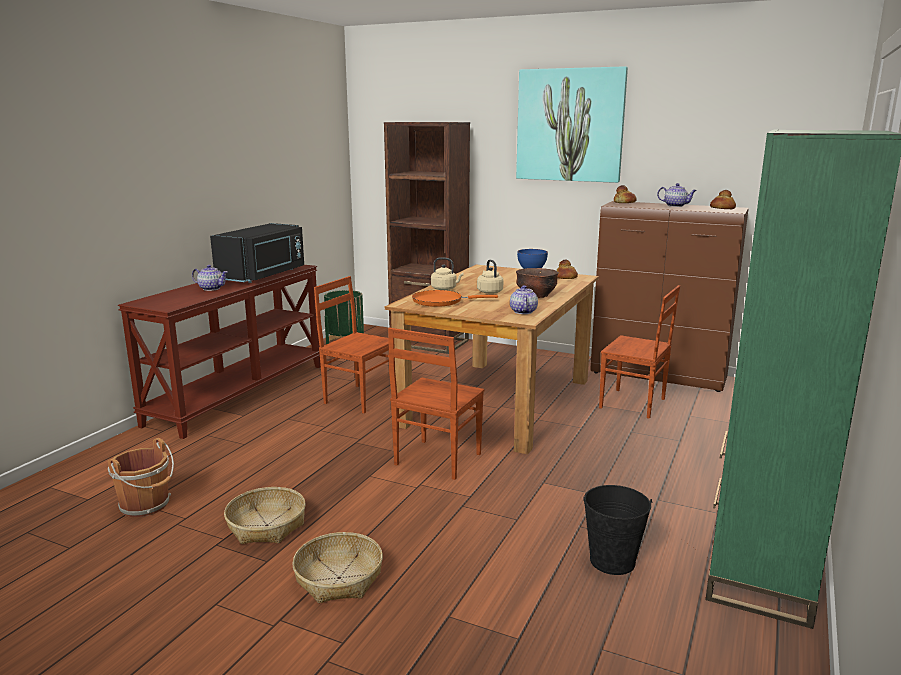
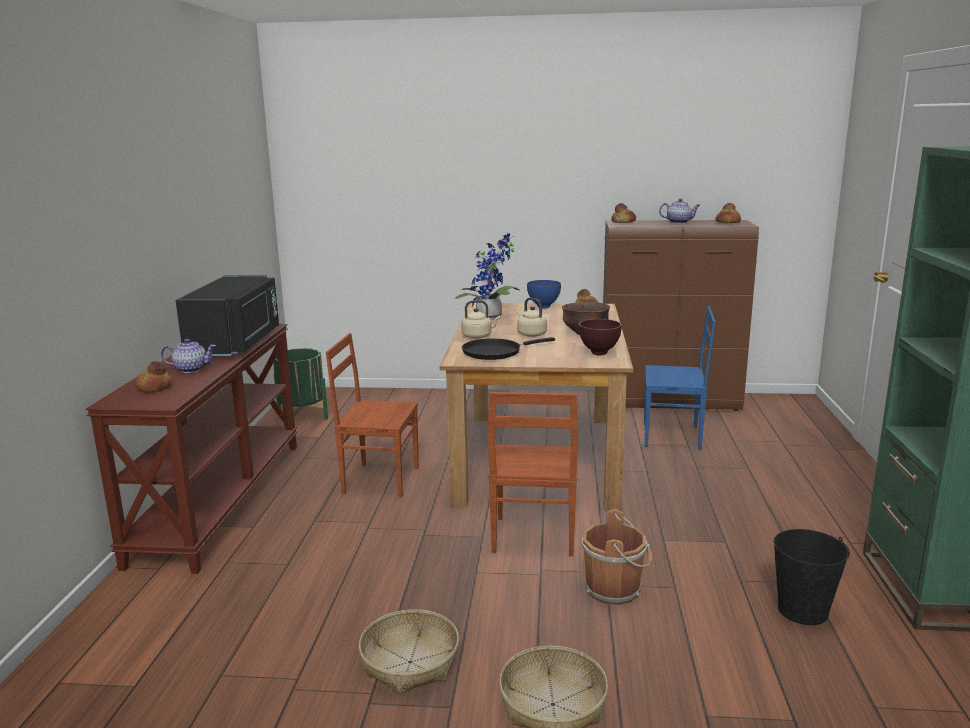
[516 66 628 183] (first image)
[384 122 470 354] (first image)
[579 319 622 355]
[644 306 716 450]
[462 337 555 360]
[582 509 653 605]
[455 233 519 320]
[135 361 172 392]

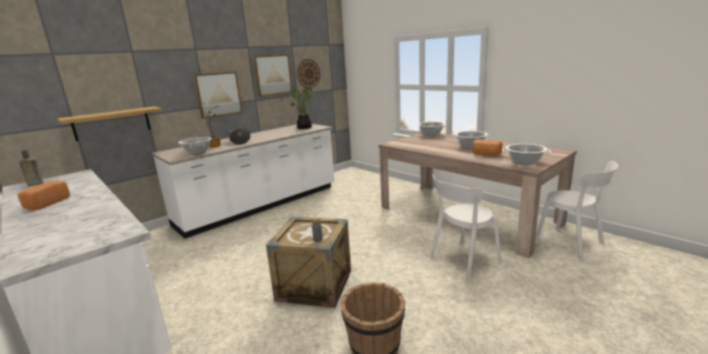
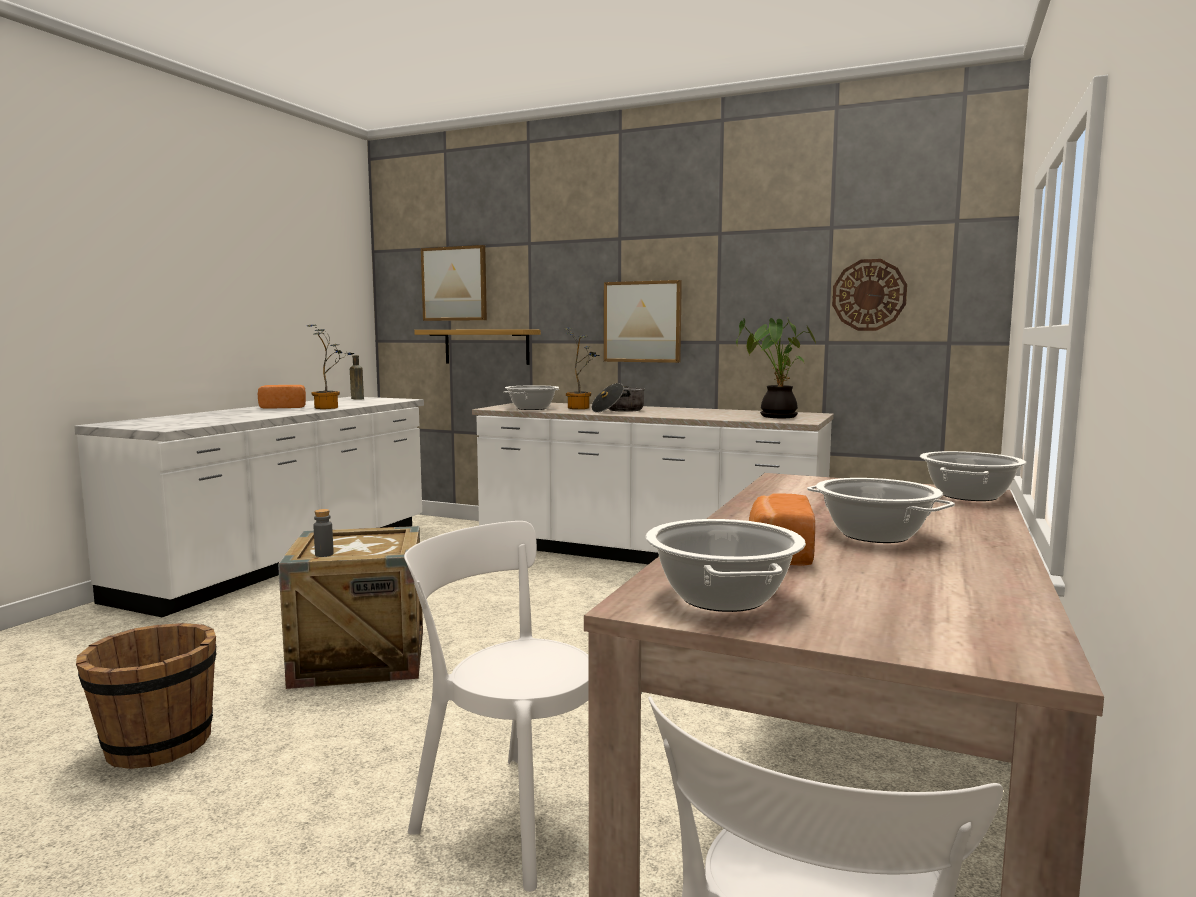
[421 245 487 321]
[307 325 355 409]

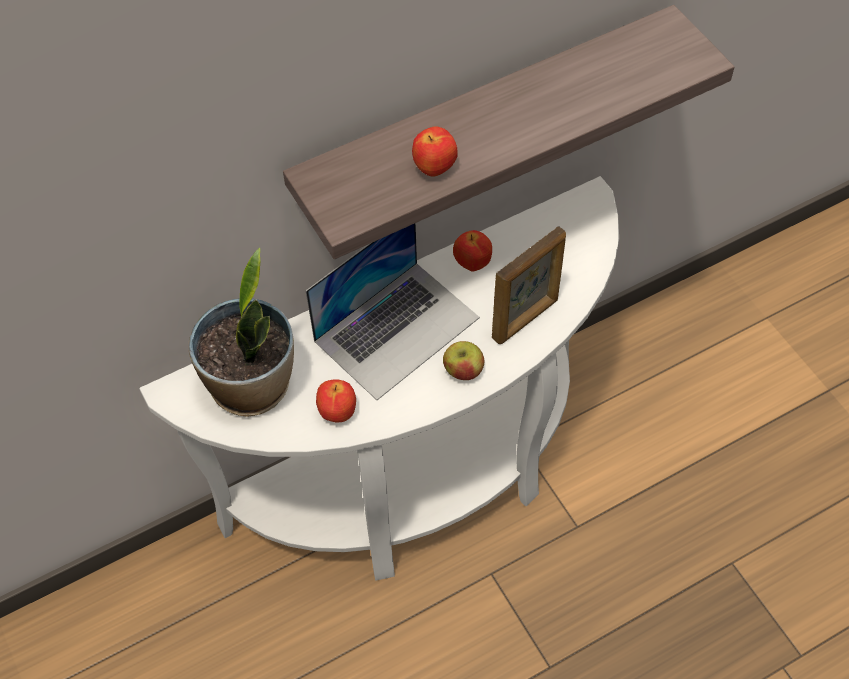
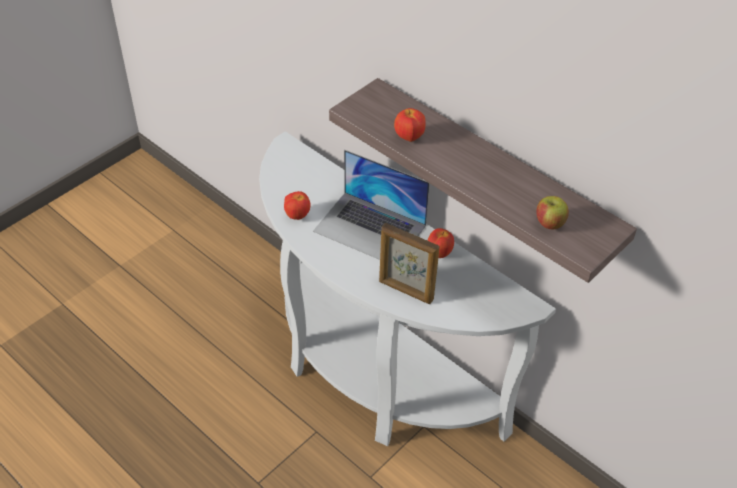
[189 248 294 417] (first image)
[536 196 569 230]

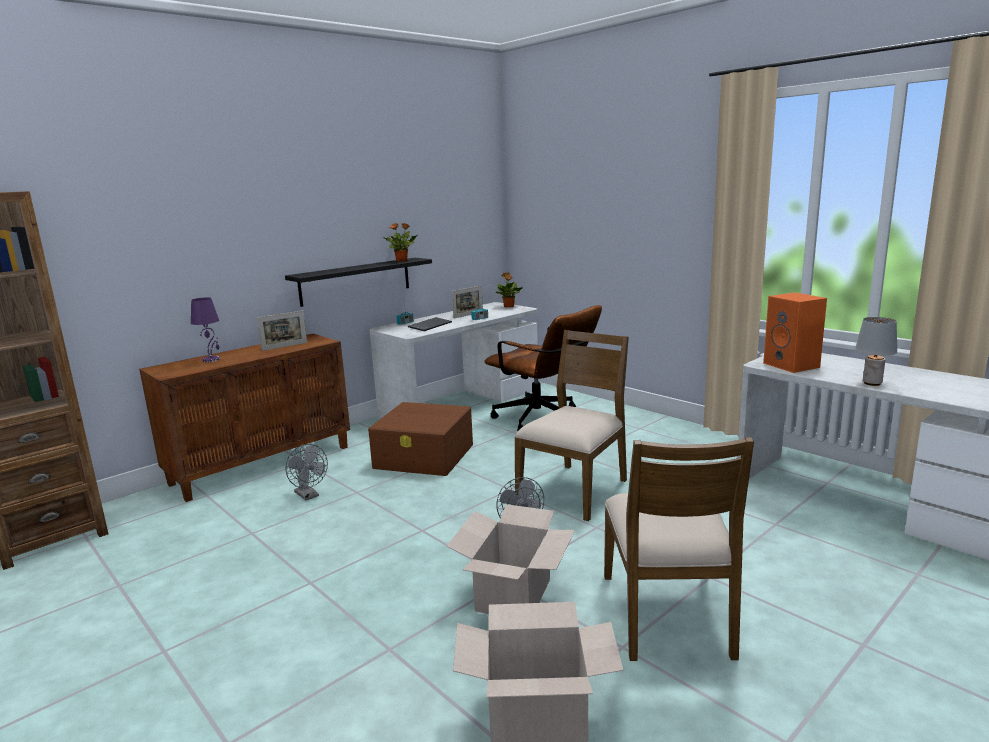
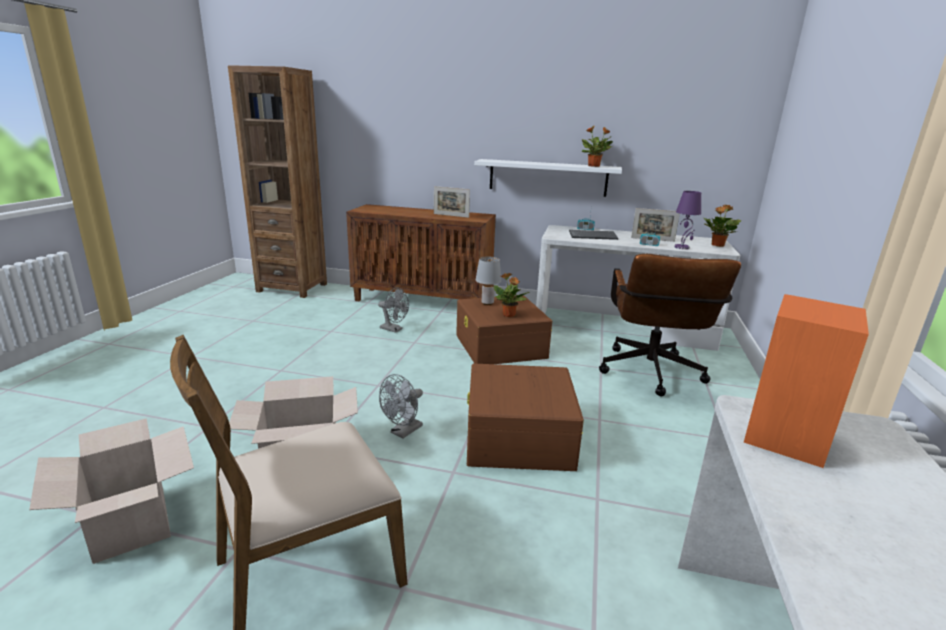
[474 159 622 197]
[675 191 701 250]
[476 257 501 305]
[467 364 584 471]
[378 288 409 333]
[494 273 529 317]

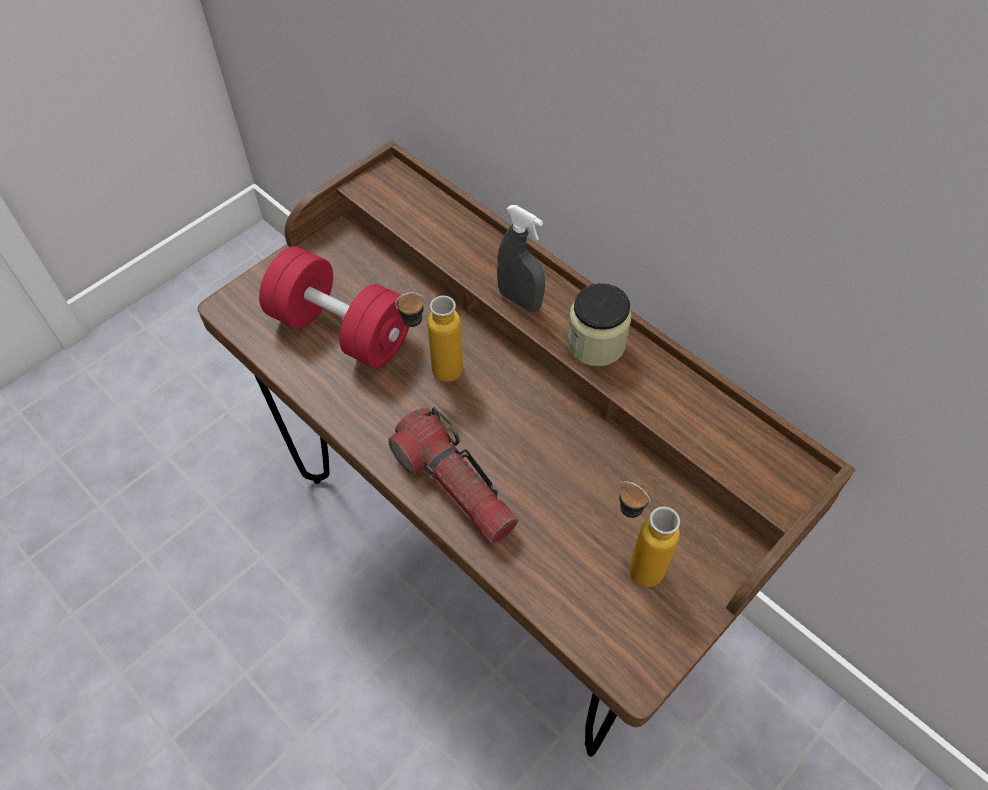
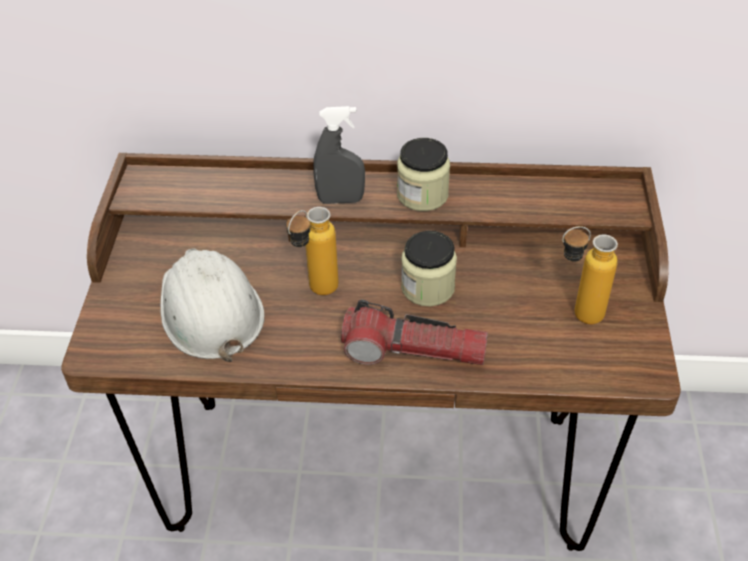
[160 248 264 362]
[401 231 457 307]

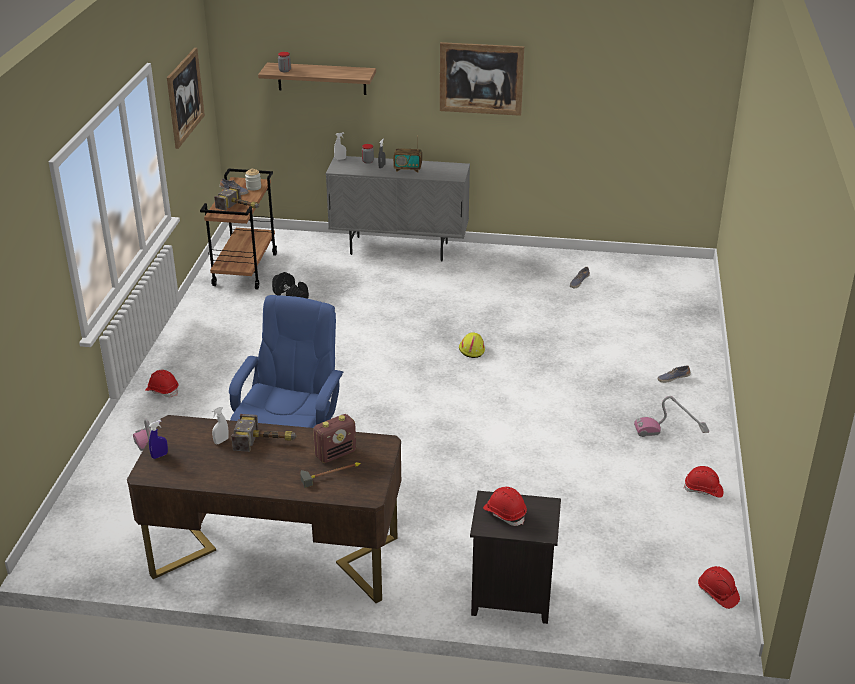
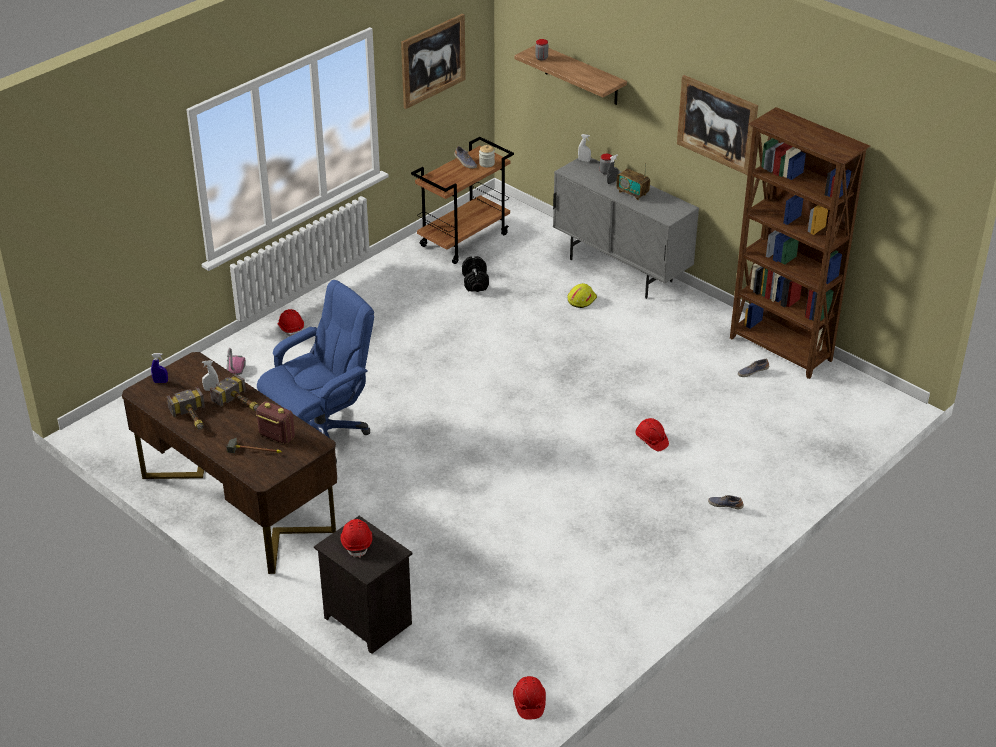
[167 387 205 430]
[567 283 597 308]
[634 396 709 437] (first image)
[256 401 295 444]
[635 418 669 451]
[730 107 870 379]

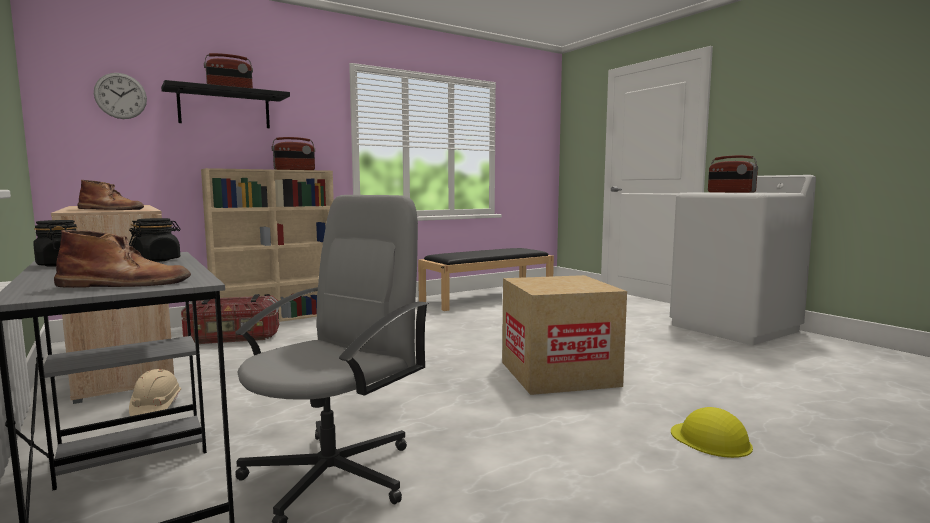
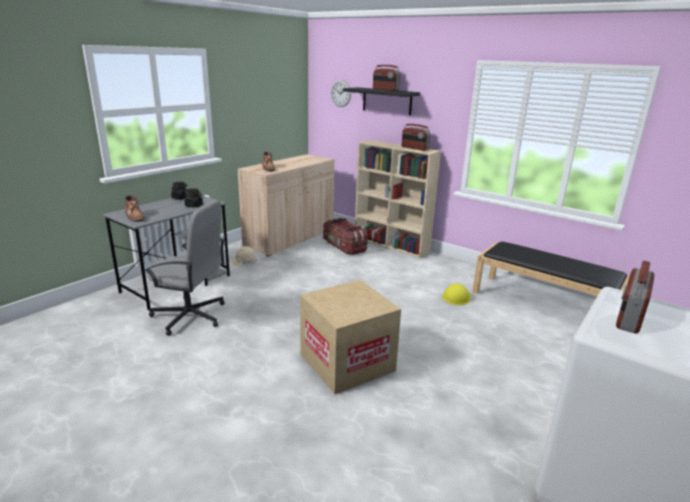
[442 284 471 305]

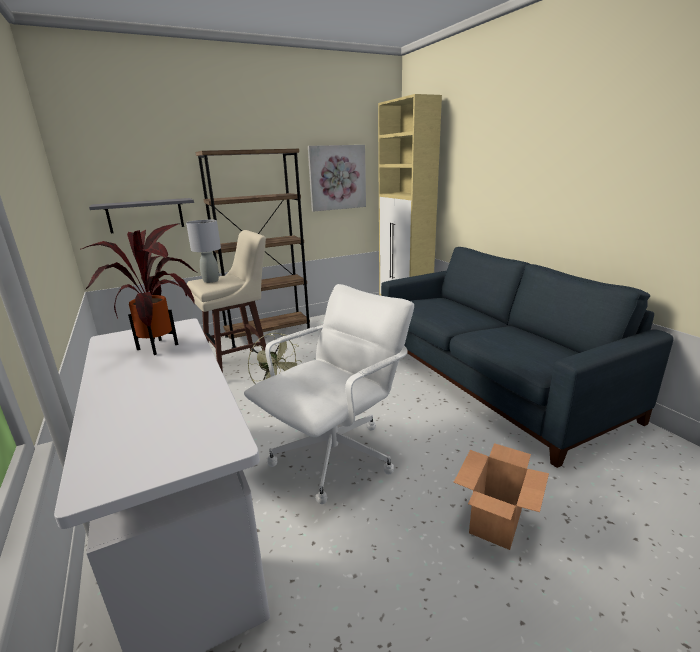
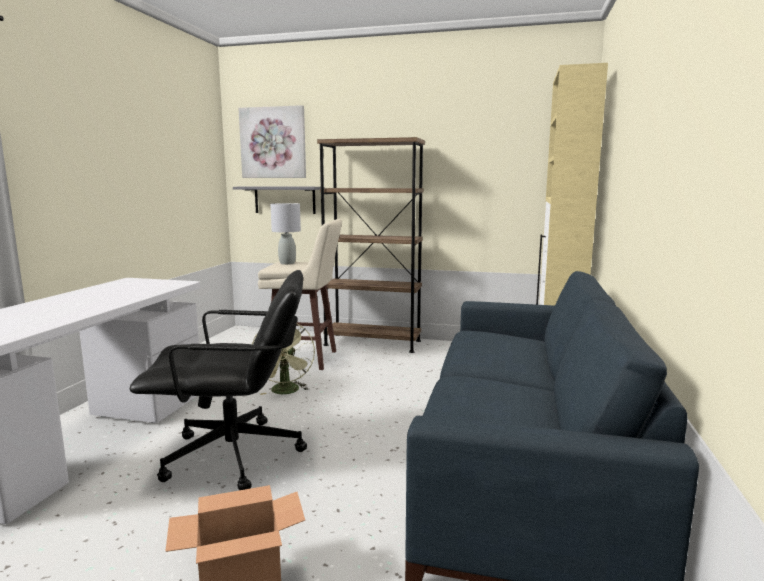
[238 105 306 178]
[80 223 197 355] (first image)
[130 270 307 490]

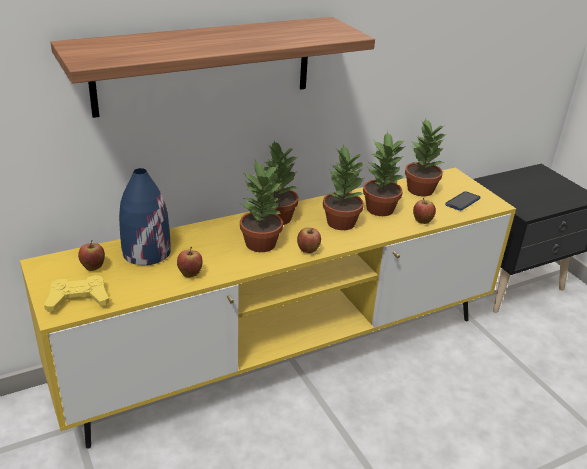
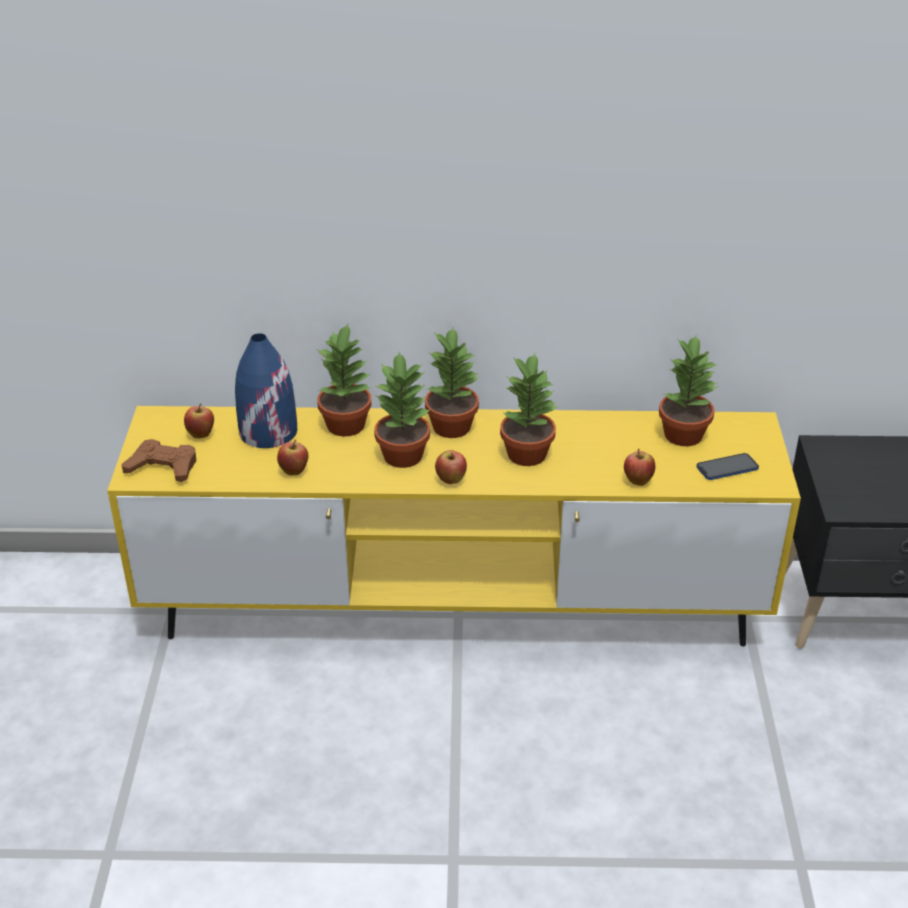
[51 17 375 118] (first image)
[317 324 372 437]
[122 439 196 482]

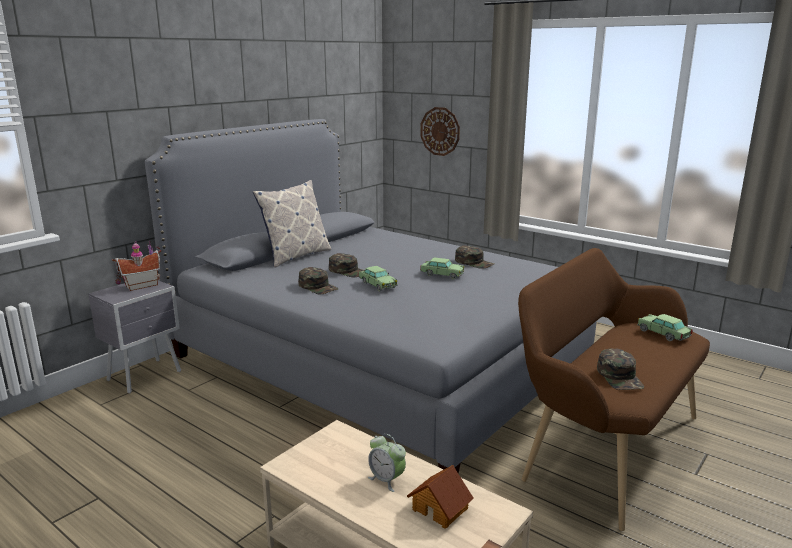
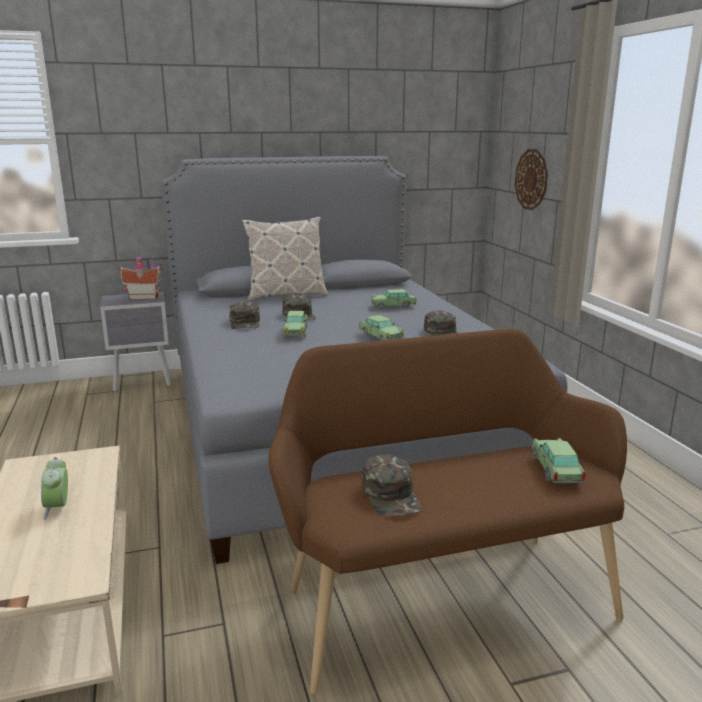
[361 454 422 517]
[407 465 474 529] (first image)
[371 289 416 310]

